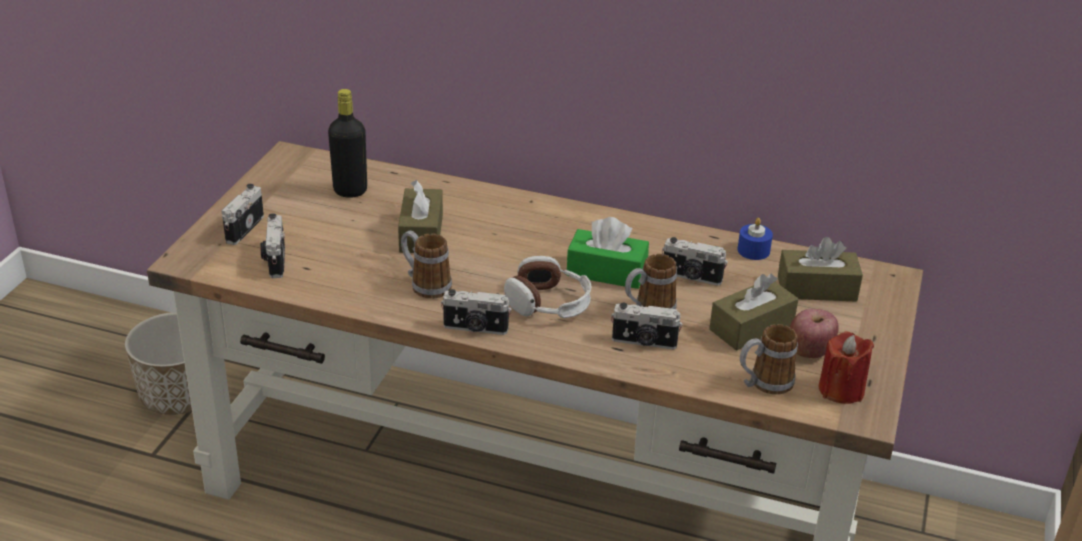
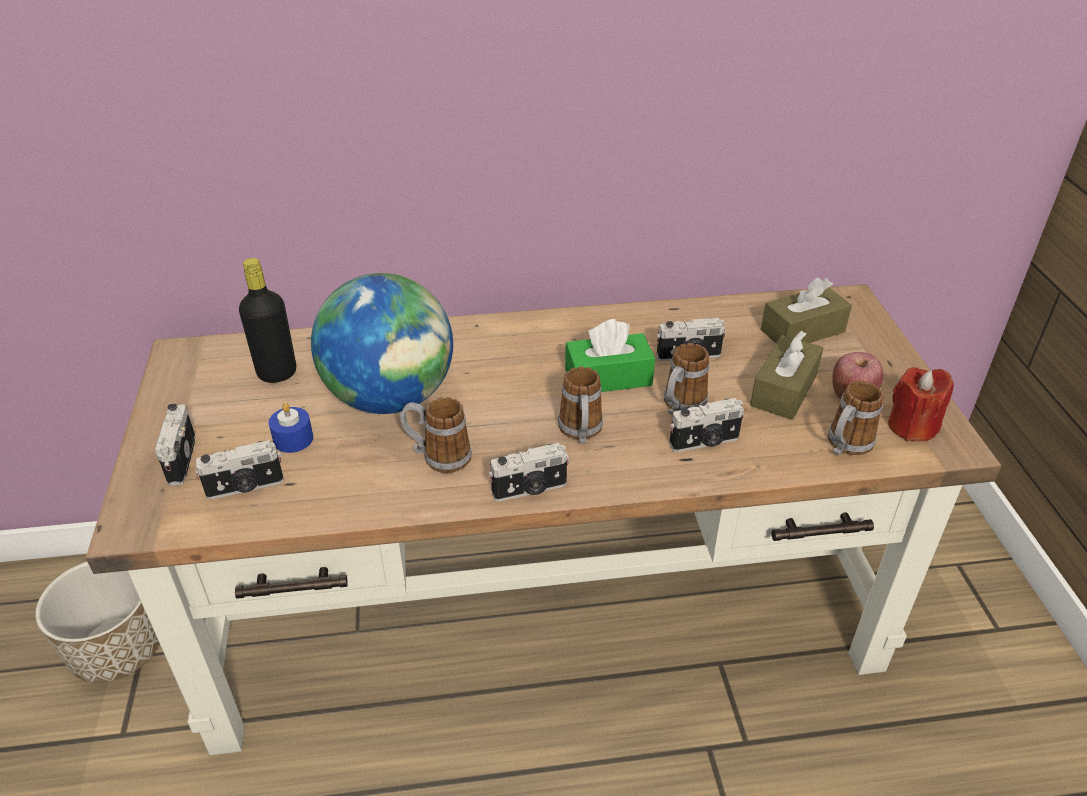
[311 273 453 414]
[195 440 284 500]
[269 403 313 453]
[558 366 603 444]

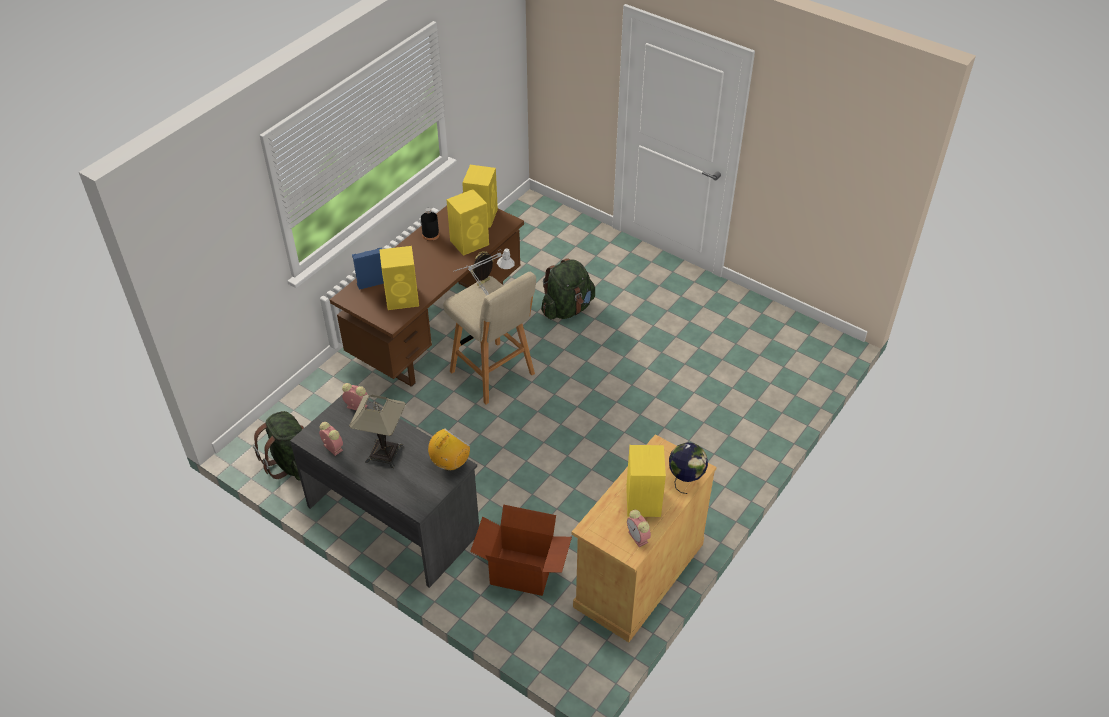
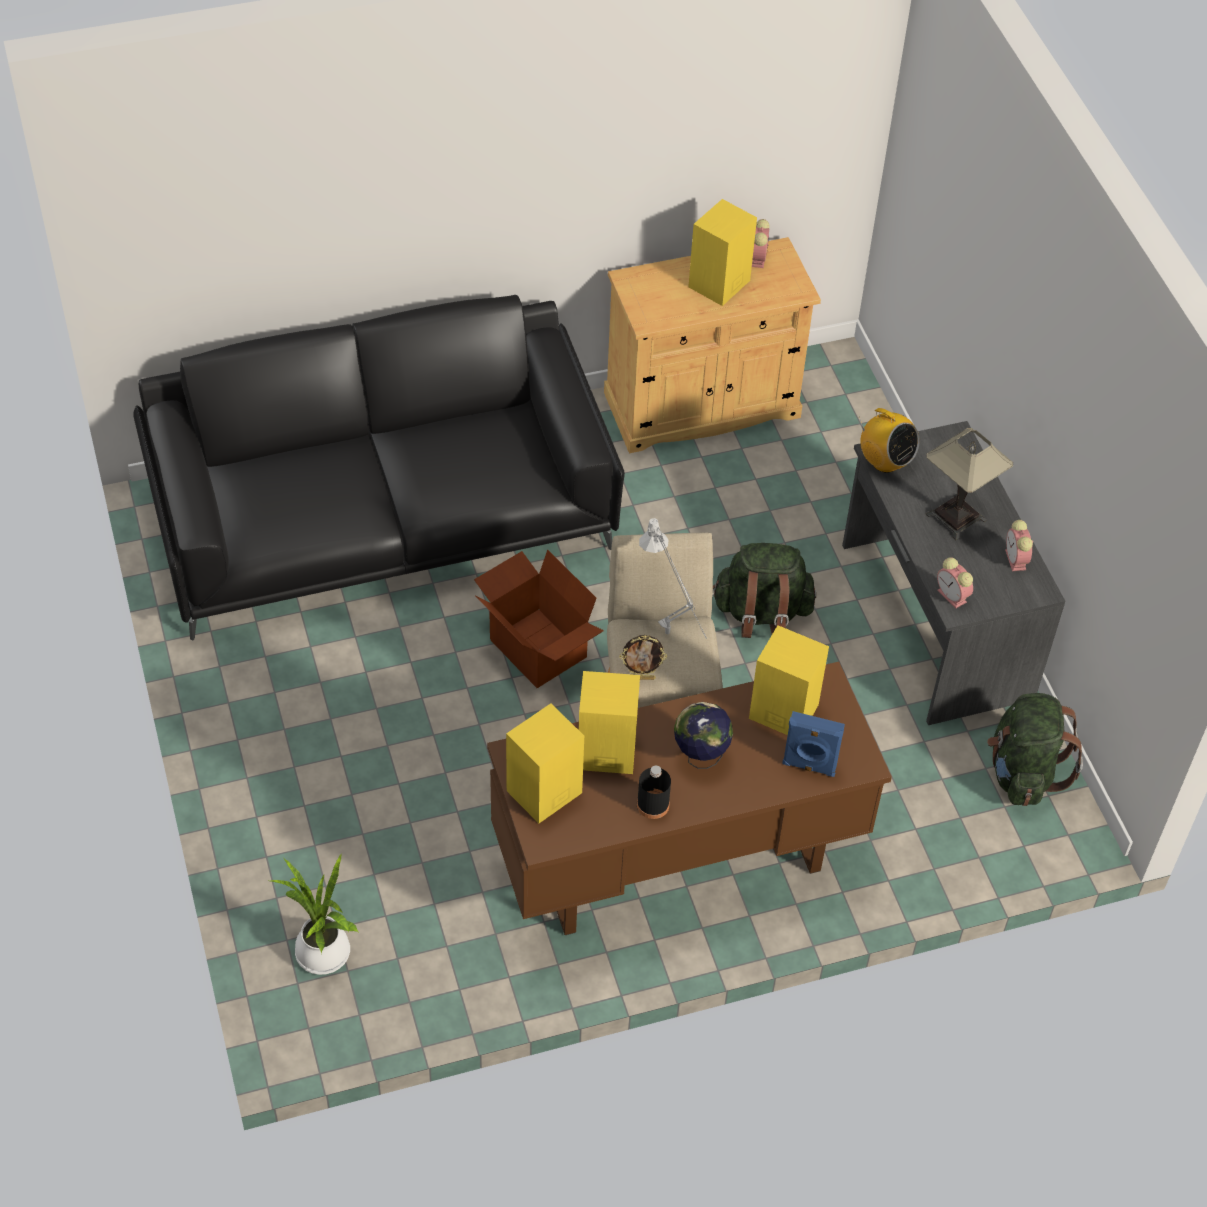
[713 543 816 638]
[859 408 920 473]
[674 702 733 769]
[474 550 604 688]
[134 295 625 641]
[267 853 359 975]

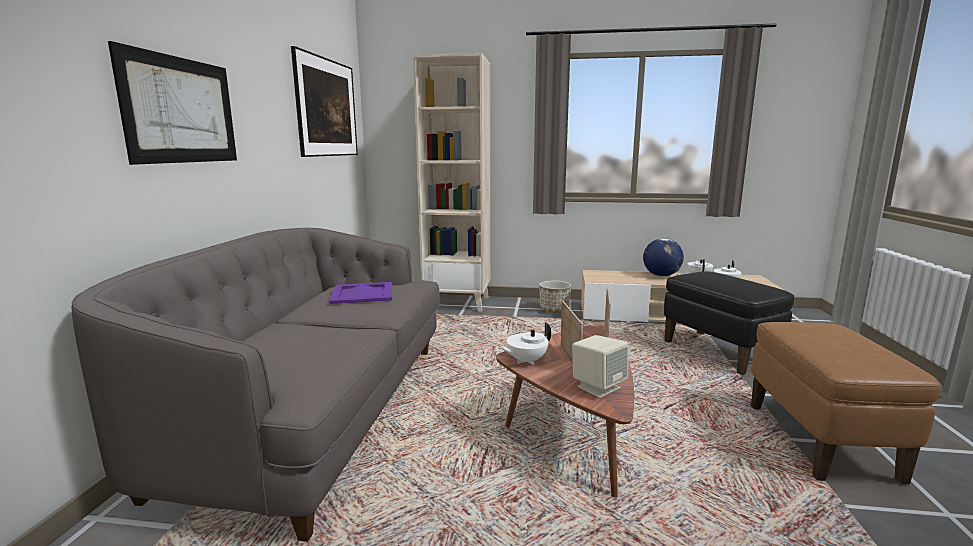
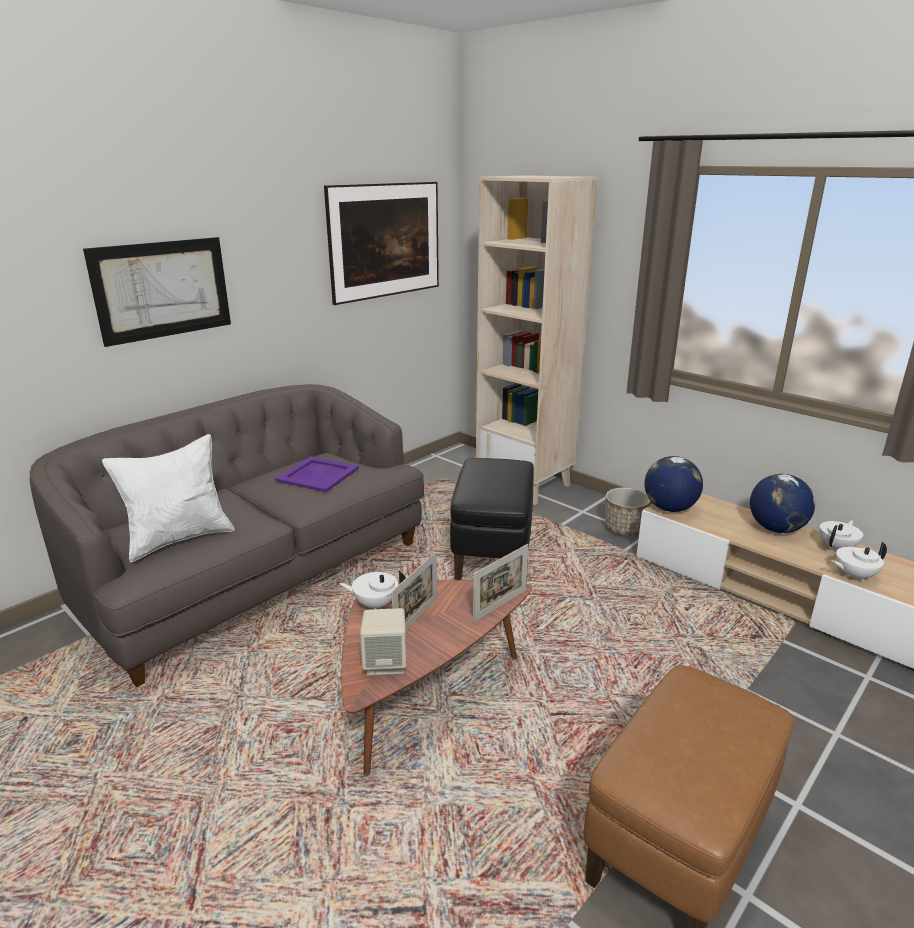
[450 458 534 580]
[102 434 235 562]
[644 456 703 512]

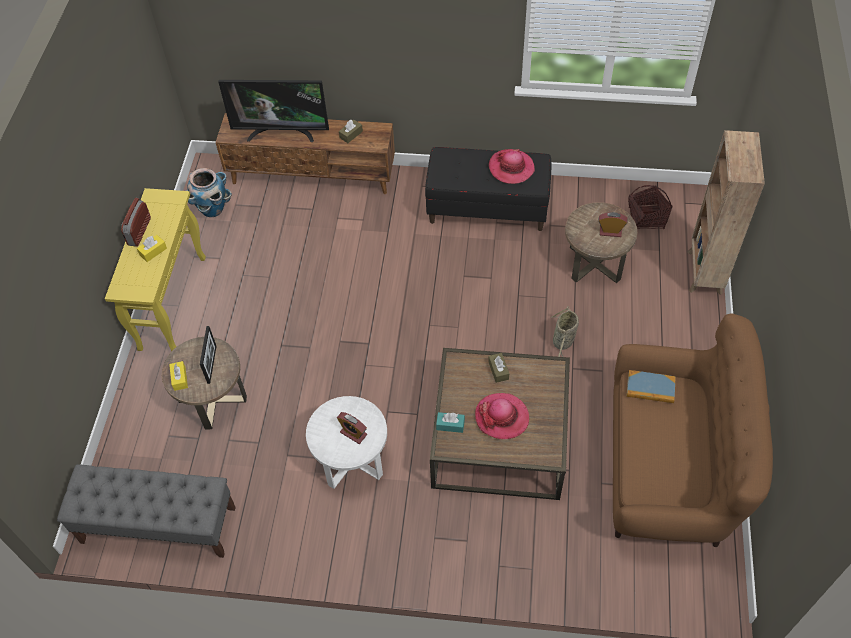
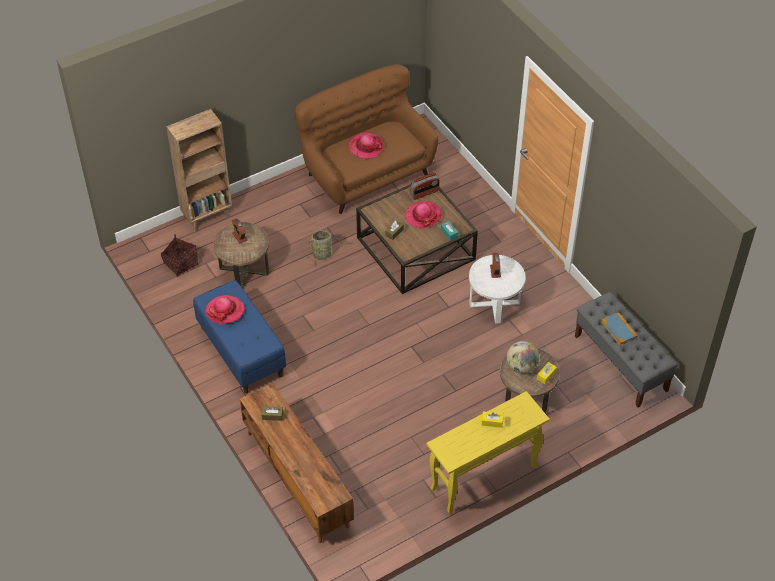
[218 80 329 142] (first image)
[193 280 286 394]
[186 168 232 217] (first image)
[410 173 440 200]
[507 341 539 374]
[601 312 638 346]
[349 132 384 159]

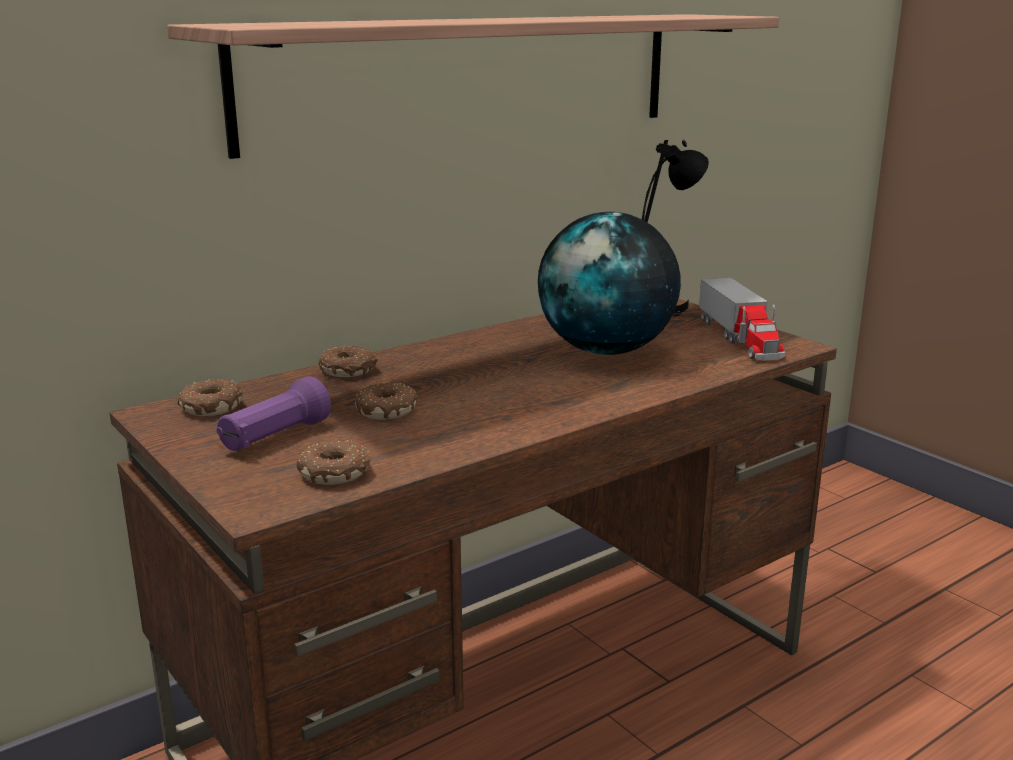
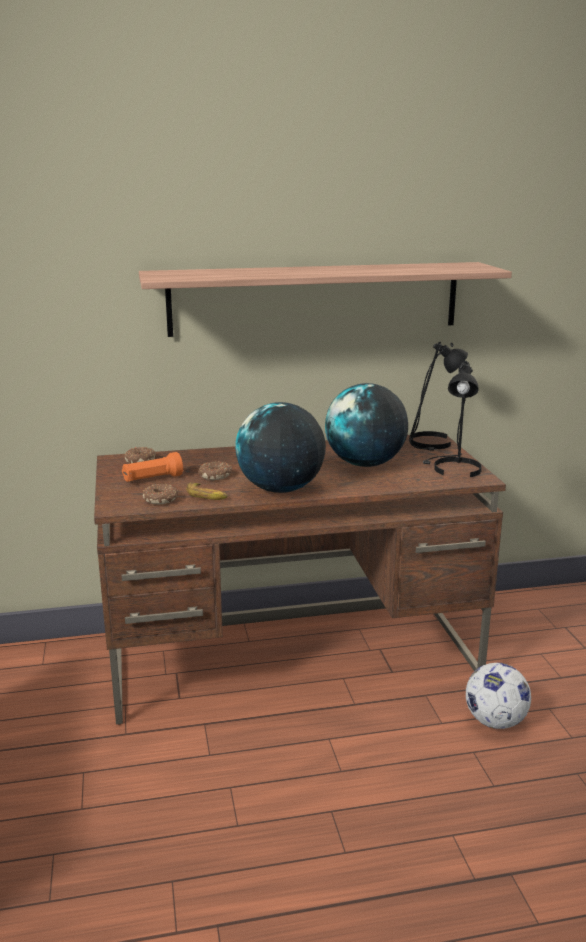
[423 361 482 477]
[319 346 378 377] (first image)
[122 452 183 482]
[235 402 326 493]
[187 483 228 500]
[466 663 531 729]

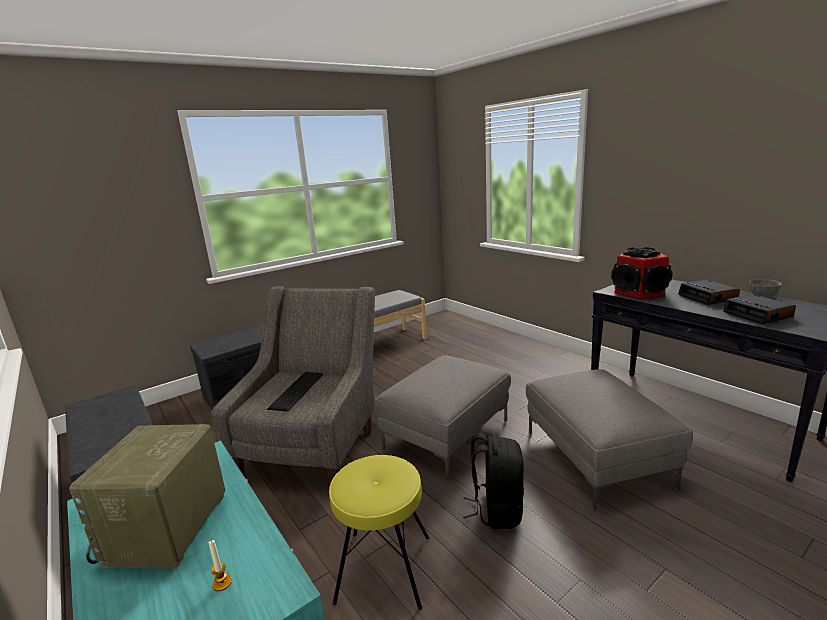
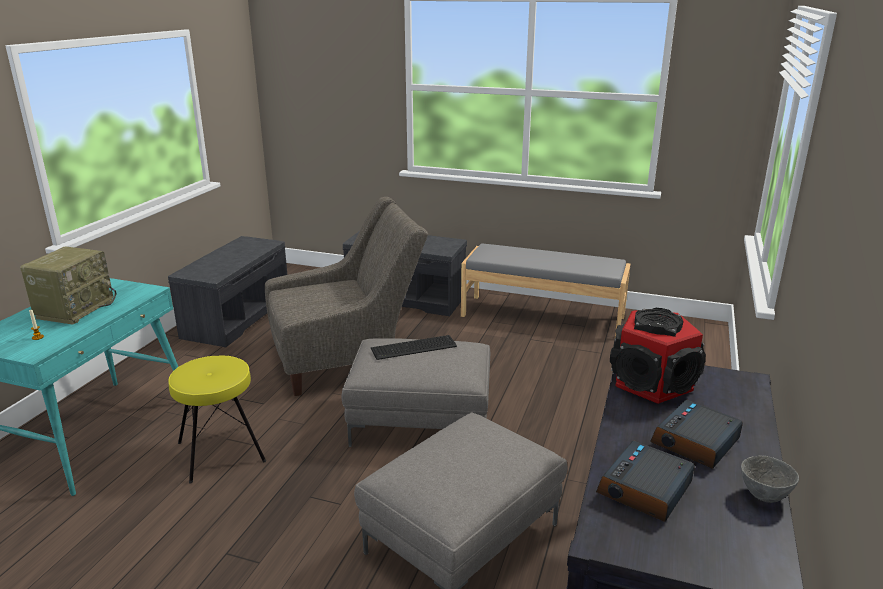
[371 335 457 360]
[20 247 116 324]
[463 433 524 529] (first image)

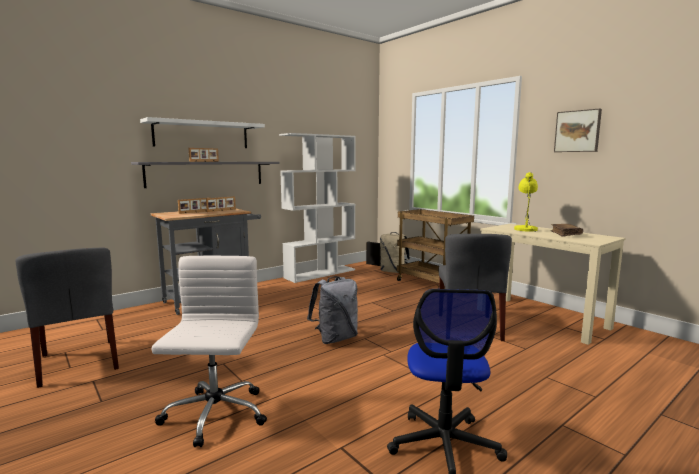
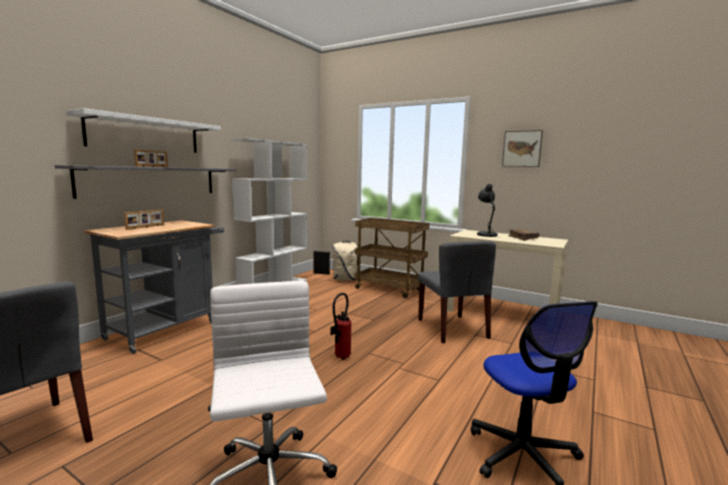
[477 184 500 238]
[206 196 236 212] (first image)
[331 293 351 360]

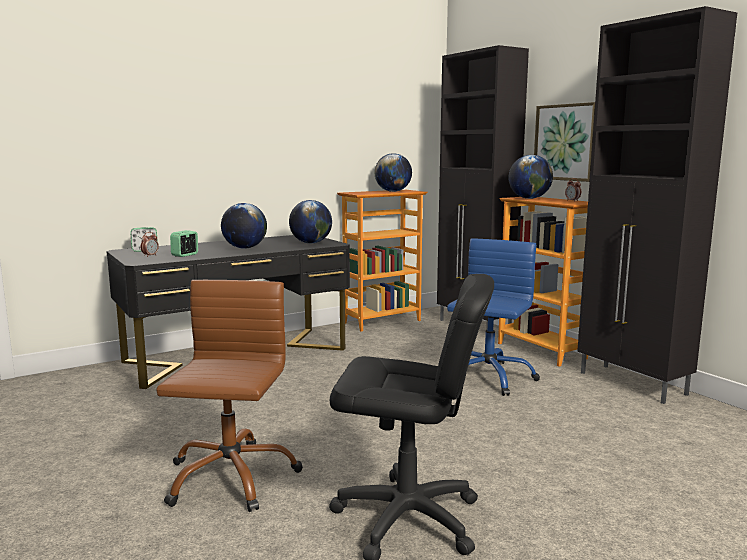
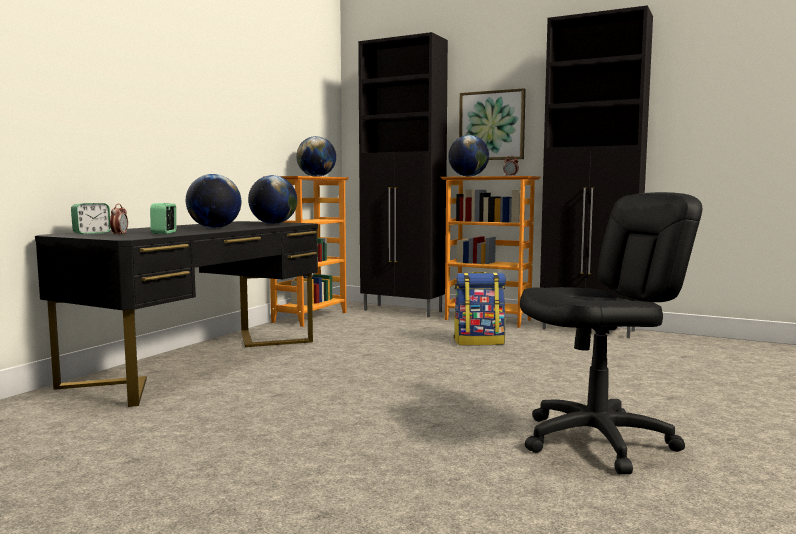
[454 272 506 345]
[156 280 303 512] (first image)

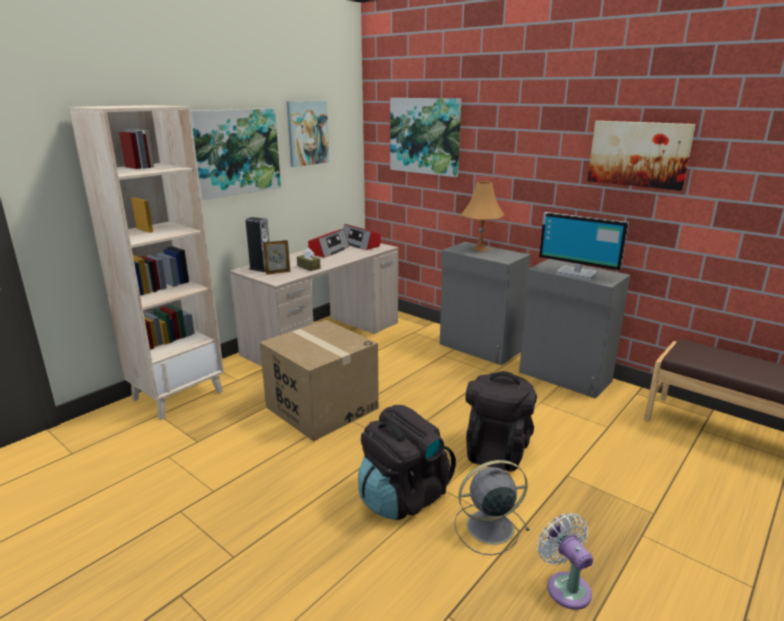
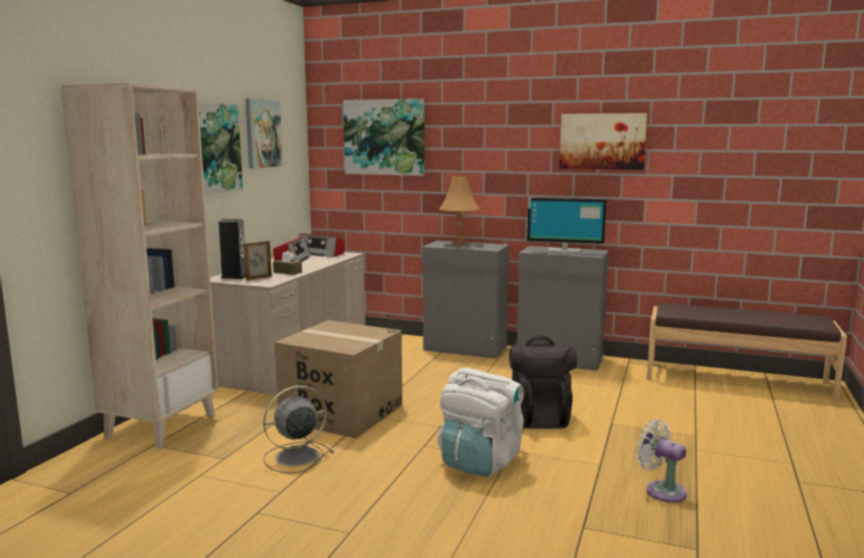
[438 368 524 477]
[263 386 334 473]

